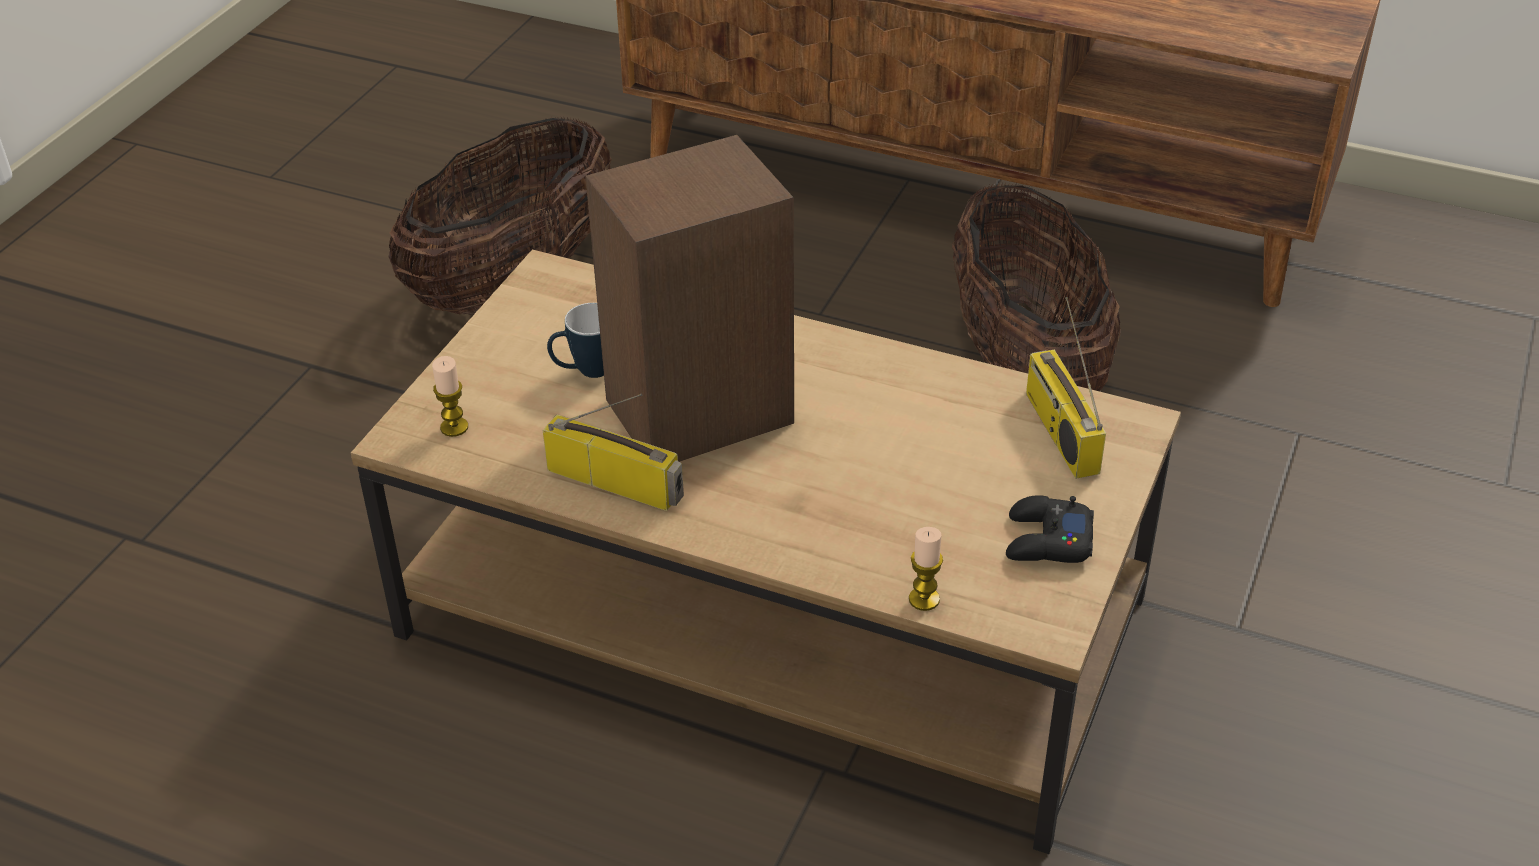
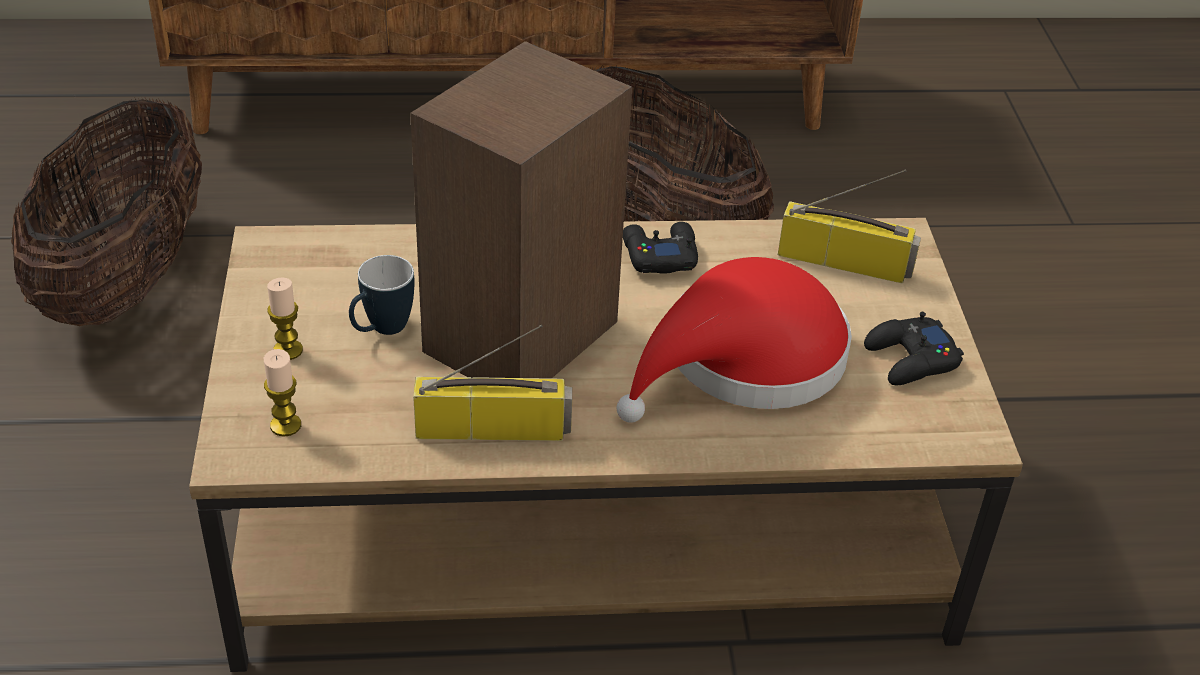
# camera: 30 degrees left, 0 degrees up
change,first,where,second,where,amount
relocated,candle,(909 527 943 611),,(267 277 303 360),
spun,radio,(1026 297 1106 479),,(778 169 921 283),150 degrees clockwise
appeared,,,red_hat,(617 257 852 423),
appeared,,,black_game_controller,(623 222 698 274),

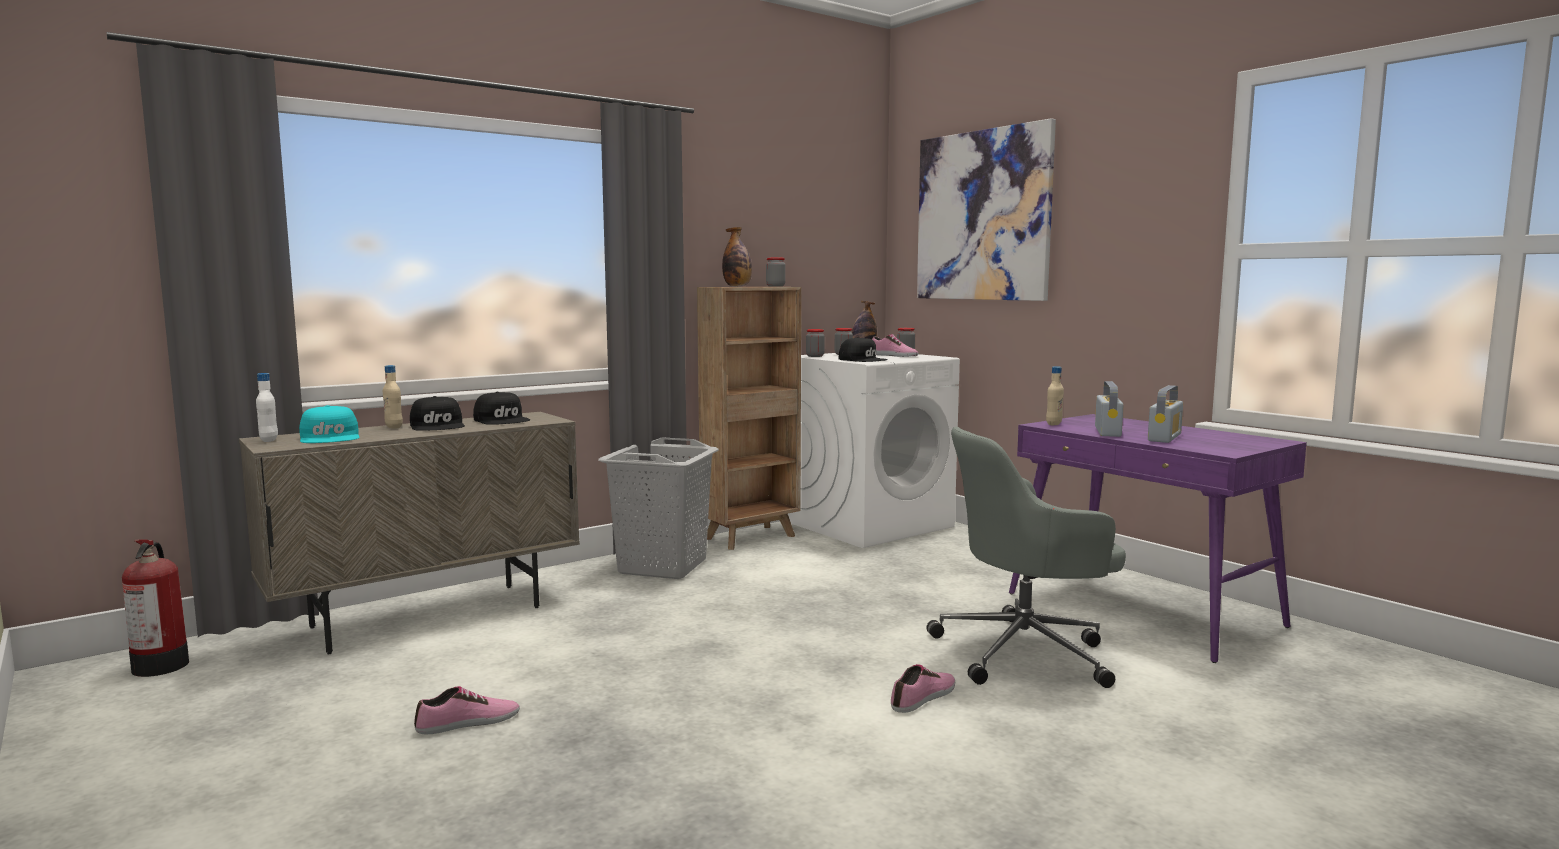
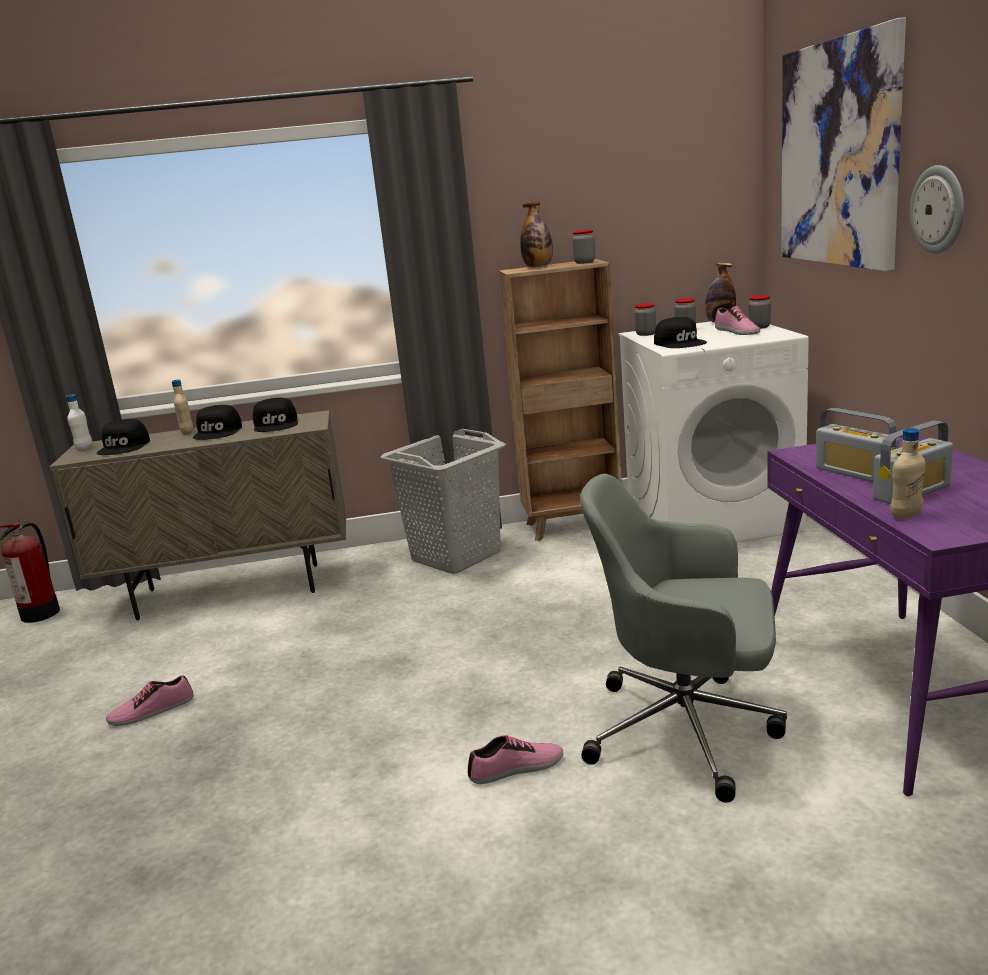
# camera: 30 degrees right, 10 degrees up
change,first,where,second,where,amount
colour,turquoise_cap,(299 405 359 443),black_cap,(97 419 150 455),
spun,shoe,(414 686 520 734),,(106 676 193 726),150 degrees clockwise
relocated,beige_bottle,(1046 366 1064 425),,(890 428 926 519),
spun,radio,(1095 381 1124 437),,(816 408 899 482),105 degrees clockwise
appeared,,,wall_clock,(910 165 964 253),

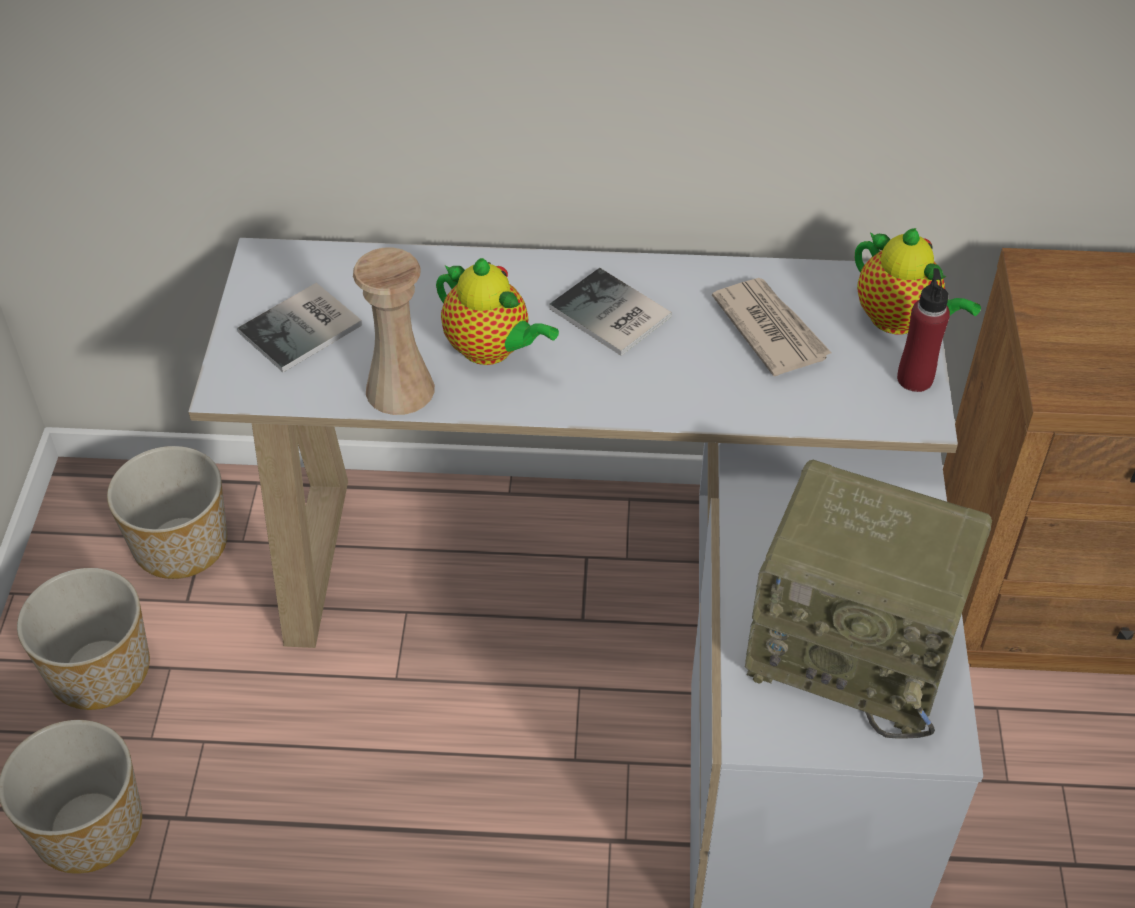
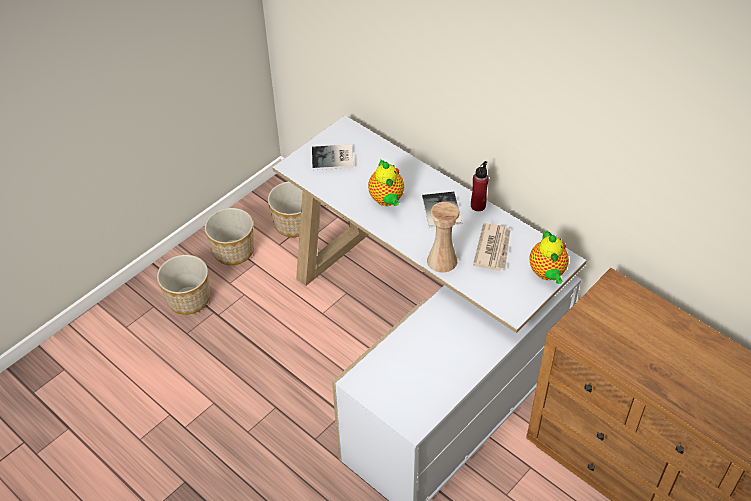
# camera: 40 degrees right, 0 degrees up
change,first,where,second,where,amount
relocated,beige_vase,(353 247 435 415),,(427 202 460 273),
missing,radio,(745 460 992 739),,,
relocated,red_bottle,(897 268 950 392),,(471 161 489 211),

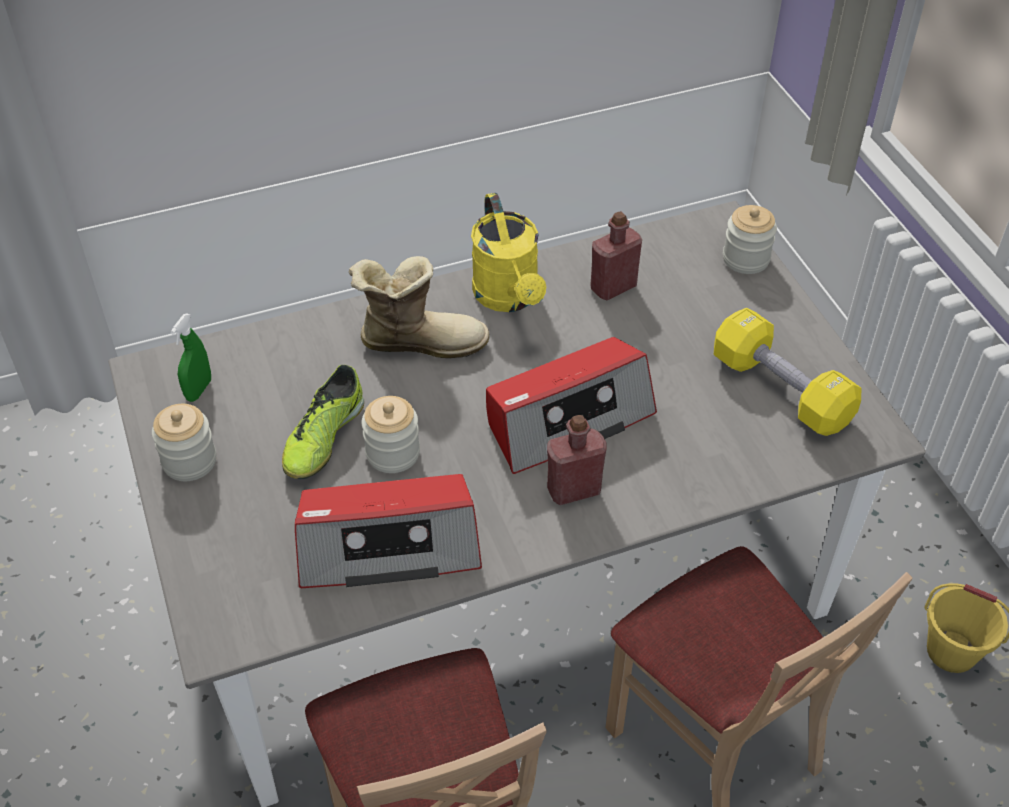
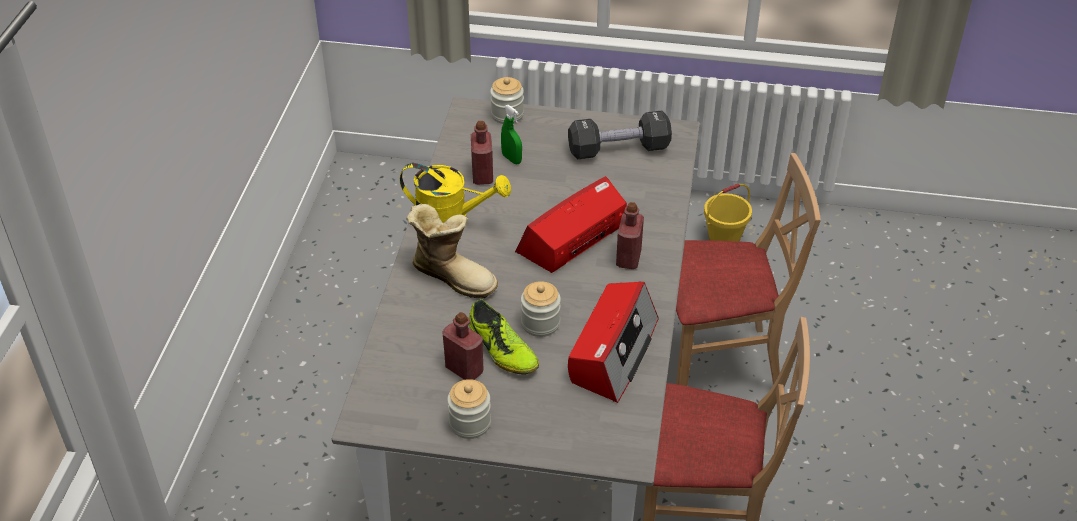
# camera: 60 degrees left, 5 degrees down
change,first,where,second,where,amount
relocated,green_spray_bottle,(170 313 211 402),,(501 105 522 164),
spun,boot,(349 256 489 358),,(406 204 498 298),90 degrees clockwise
spun,radio,(486 337 657 474),,(515 176 627 273),135 degrees counterclockwise
colour,yellow_dumbbell,(714 308 861 436),black_dumbbell,(568 111 672 159),
appeared,,,red_bottle,(443 312 484 380),

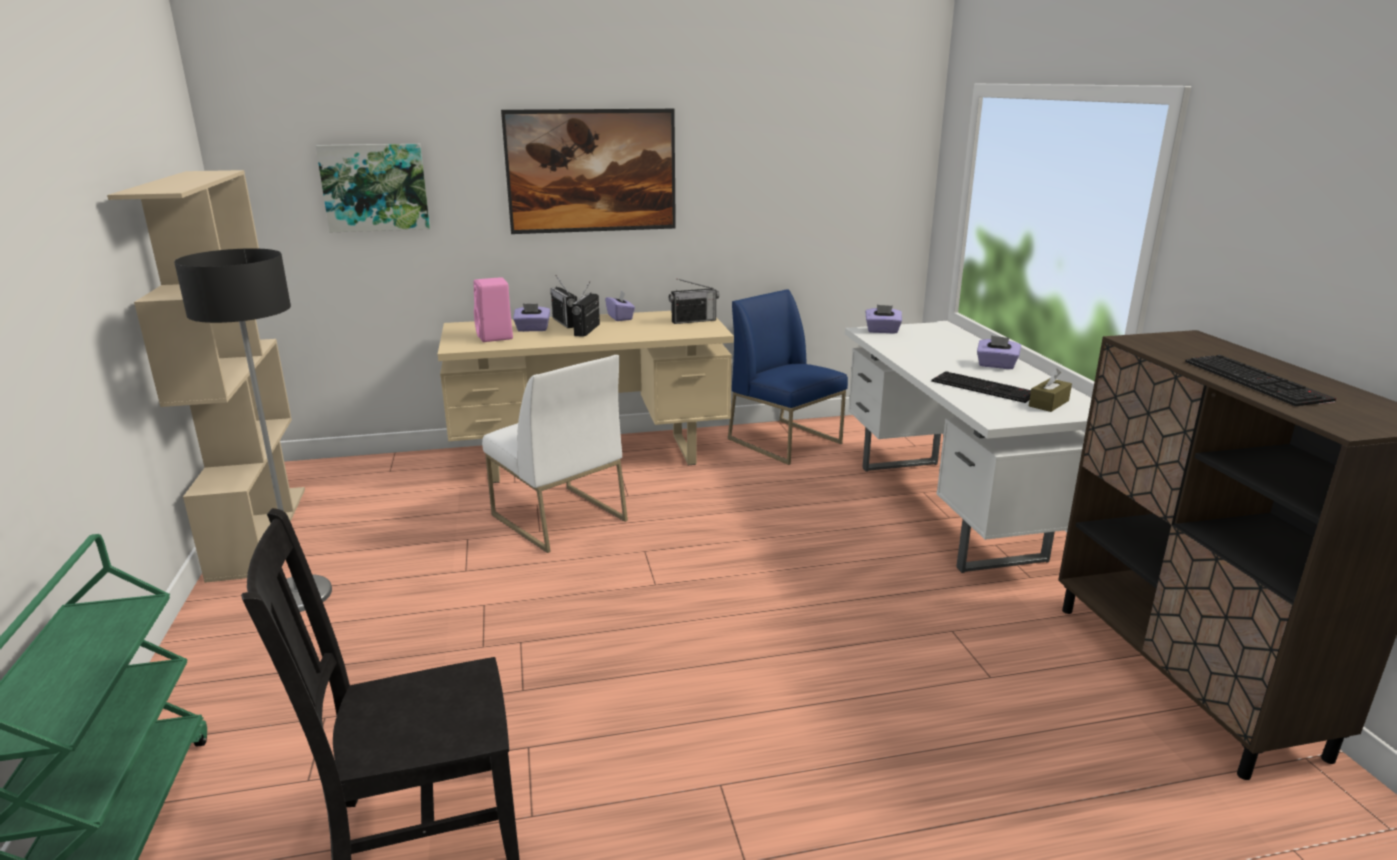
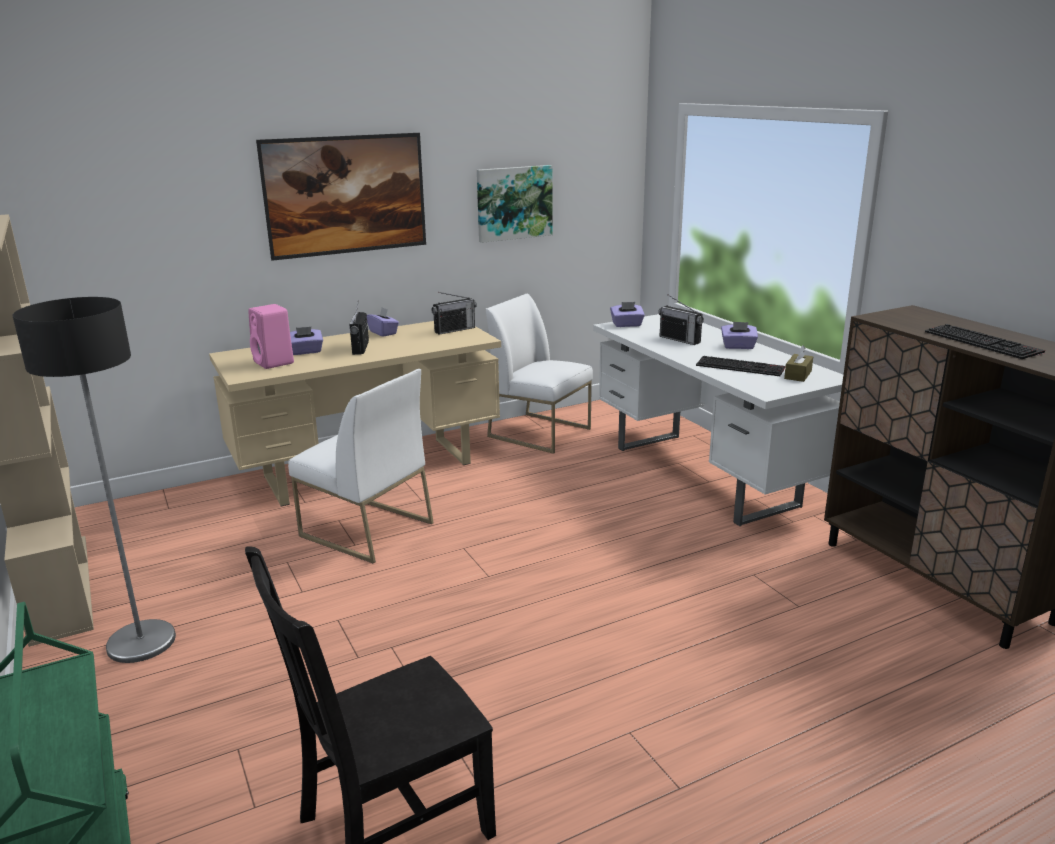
# camera: 15 degrees left, 0 degrees up
change,first,where,second,where,amount
relocated,picture,(316 144 430 232),,(477 165 553 243),
relocated,radio,(550 276 577 328),,(658 295 704 345),
colour,blue_chair,(728 289 848 465),white_chair,(486 294 593 454),

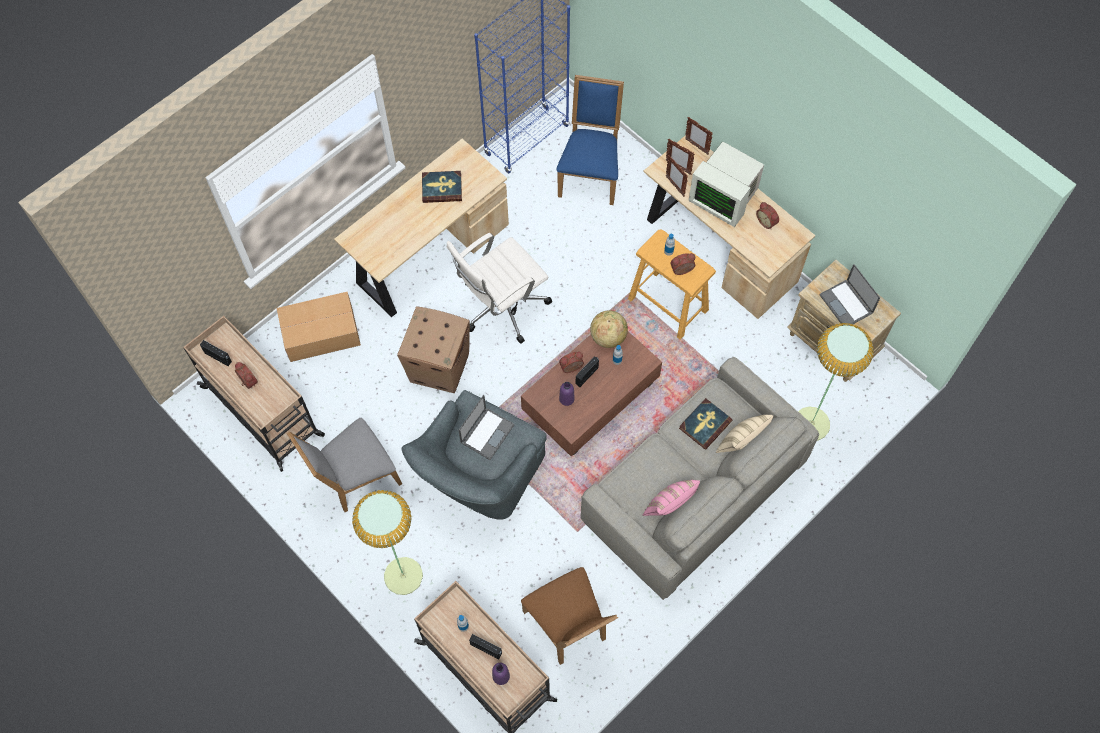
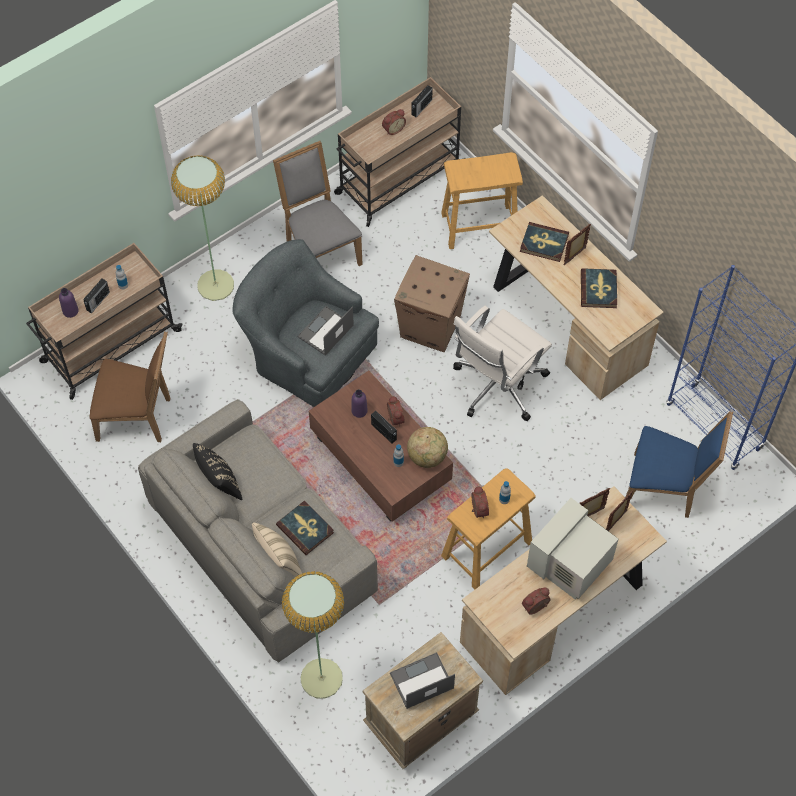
# camera: 95 degrees right, 5 degrees down
change,first,where,second,where,amount
exchanged,cardboard_box,(277 292 361 362),beige_stool,(441 152 523 249),
spun,white_office_chair,(447 233 552 343),,(453 306 552 421),105 degrees counterclockwise
spun,laptop,(458 395 515 460),,(298 306 354 356),90 degrees clockwise
spun,brown_chair,(521 567 618 665),,(90 331 170 442),150 degrees counterclockwise
colour,pink_pillow,(643 480 700 516),black_pillow,(193 443 242 500),
relocated,picture_frame,(685 117 713 155),,(563 224 591 265),
appeared,,,book,(520 222 569 262),

